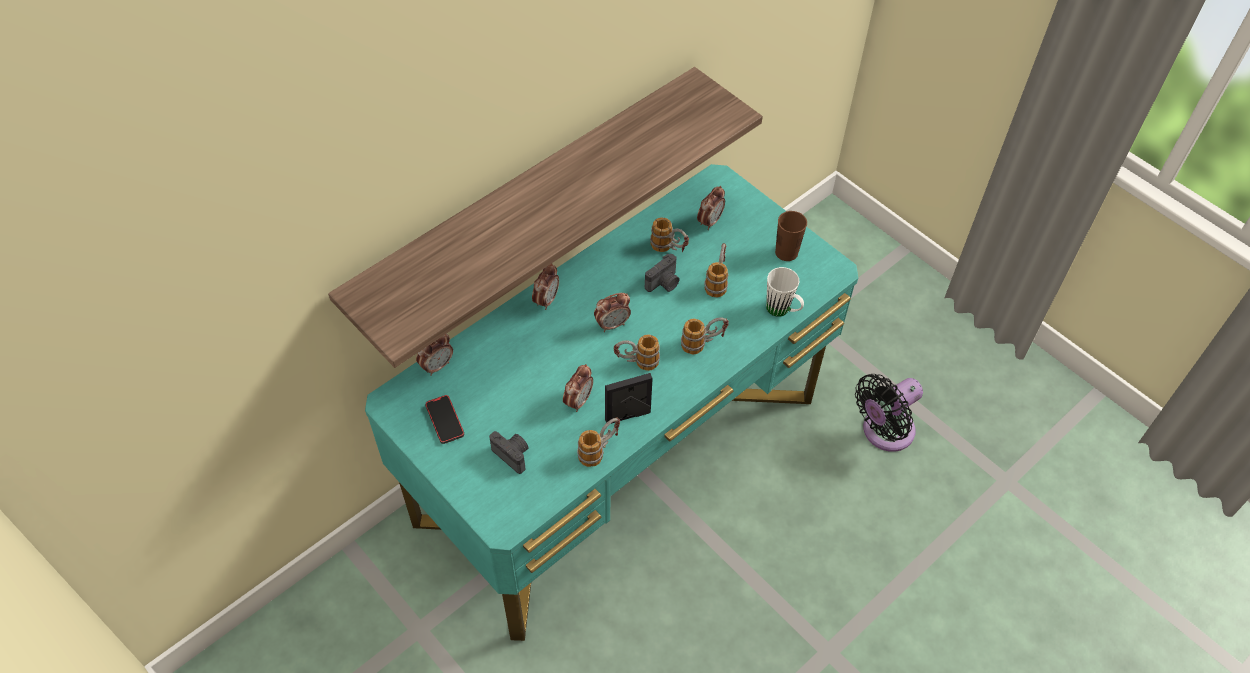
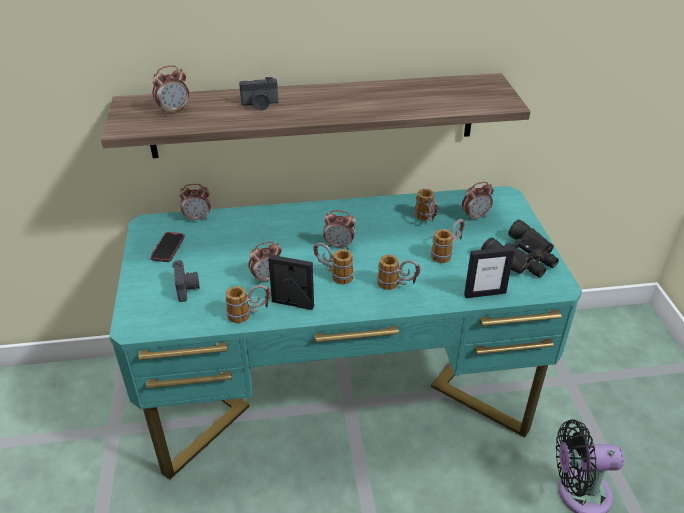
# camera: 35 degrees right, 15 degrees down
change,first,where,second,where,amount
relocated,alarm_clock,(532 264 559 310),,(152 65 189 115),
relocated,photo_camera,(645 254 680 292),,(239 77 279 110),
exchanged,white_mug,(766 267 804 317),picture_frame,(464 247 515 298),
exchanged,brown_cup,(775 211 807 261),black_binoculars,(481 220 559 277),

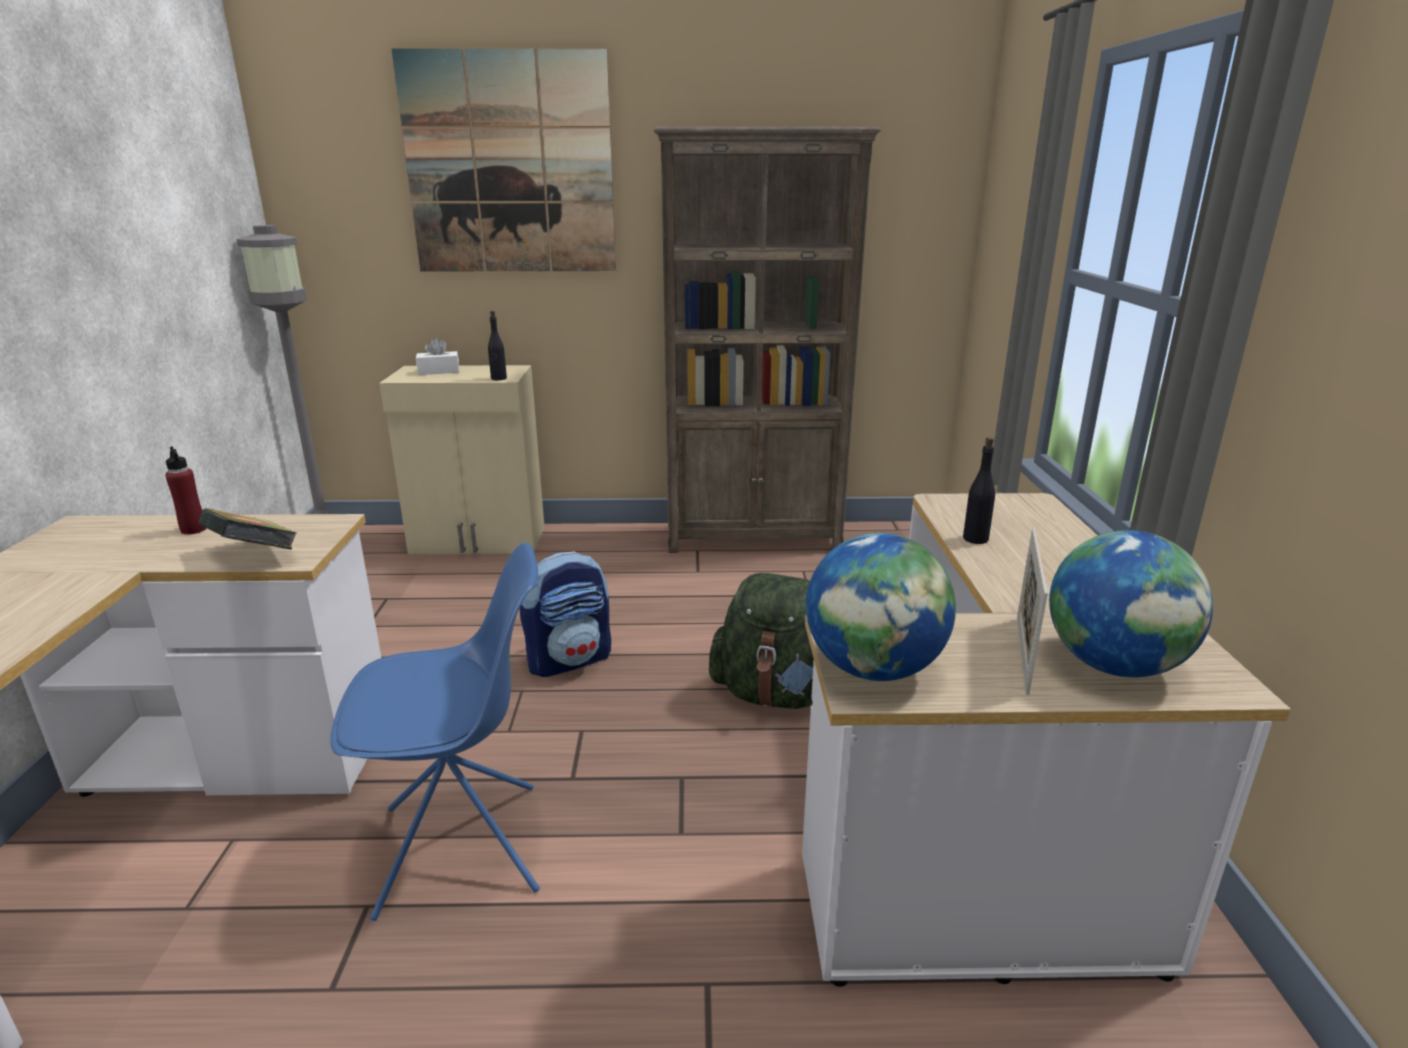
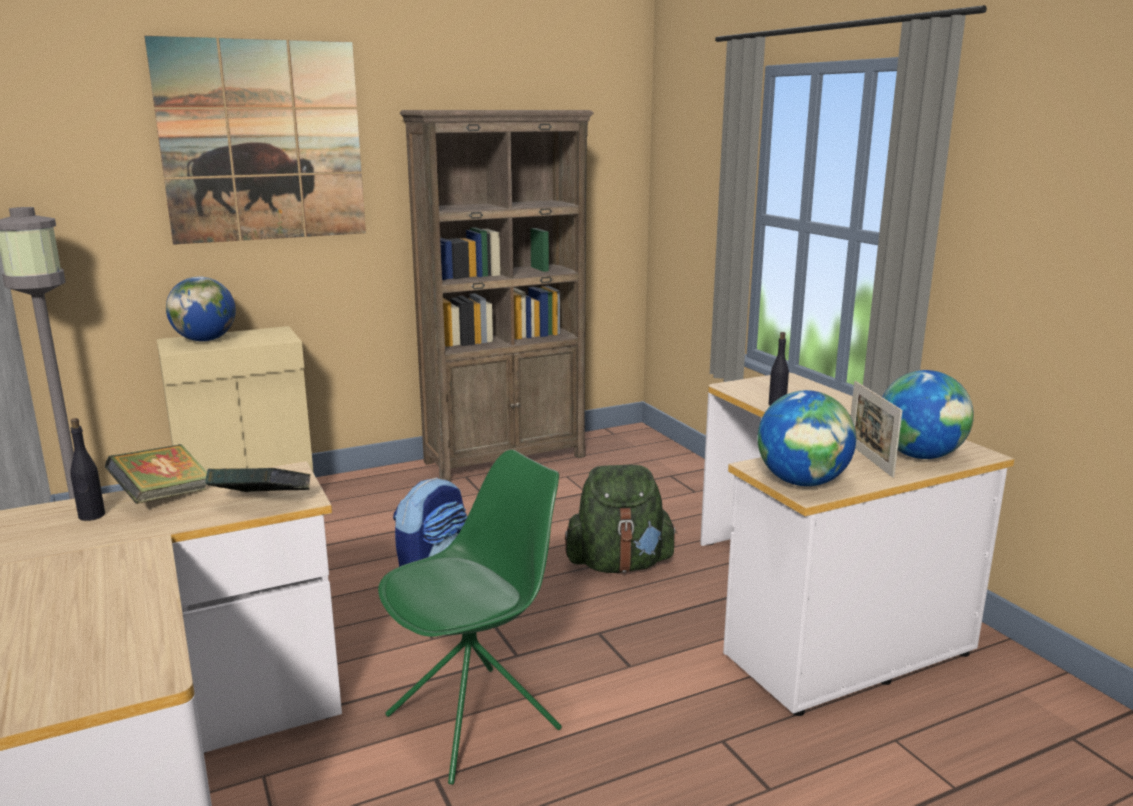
# camera: 25 degrees left, 5 degrees down
change,first,where,second,where,amount
exchanged,red_bottle,(166 446 207 535),book,(105 444 207 504),
colour,blue_chair,(331 543 540 921),green_chair,(378 450 562 784),
exchanged,white_tissue_box,(416 338 459 375),globe,(166 277 236 341),
relocated,black_bottle,(488 311 507 380),,(70 418 105 521),

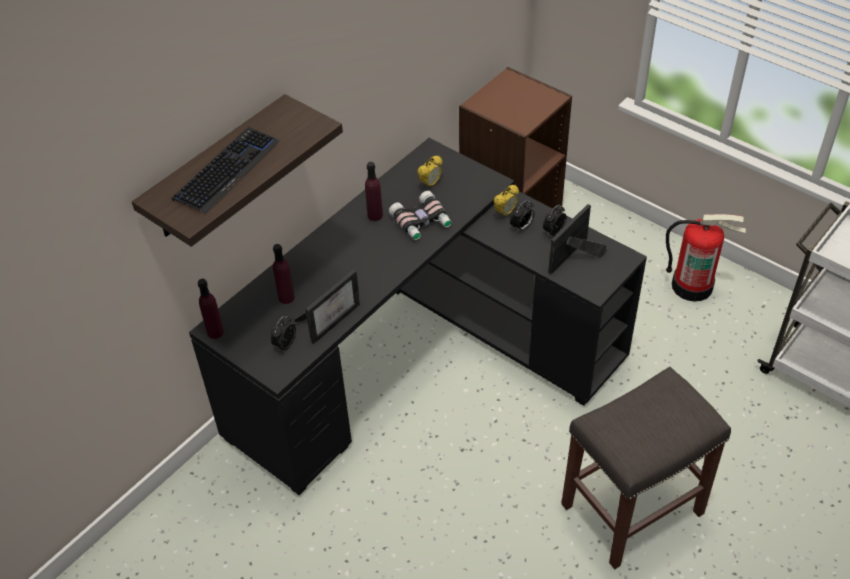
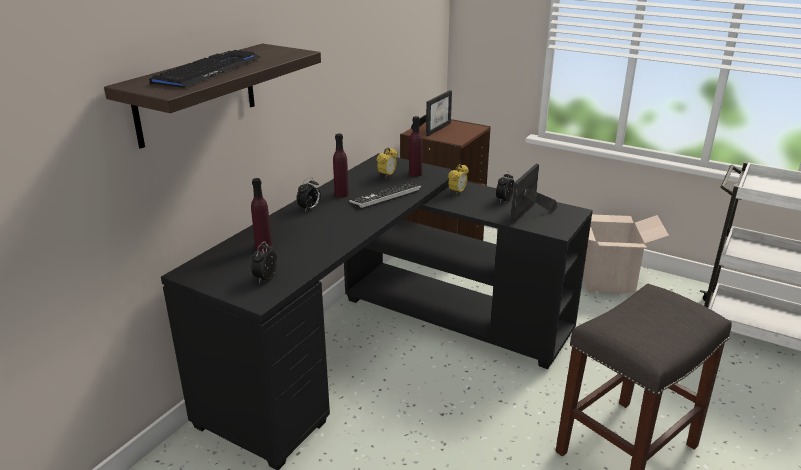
# camera: 10 degrees left, 20 degrees down
change,first,where,second,where,amount
relocated,purple_bottle,(198 279 224 339),,(409 116 423 177),
relocated,picture_frame,(294 269 360 344),,(411 90 452 136),
exchanged,binoculars,(389 191 452 240),keyboard,(349 183 421 208),
relocated,alarm_clock,(510 200 534 232),,(297 177 321 211),
exchanged,fire_extinguisher,(666 214 746 302),cardboard_box,(583 215 669 293),

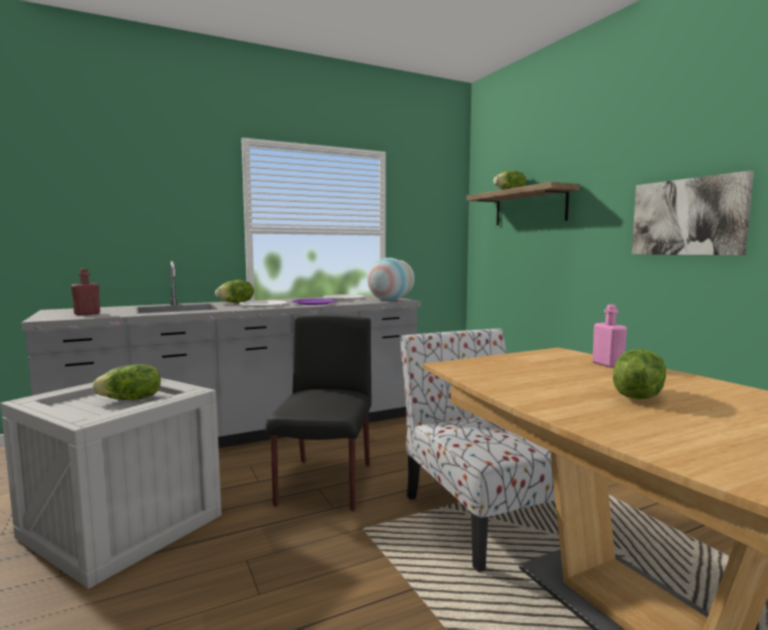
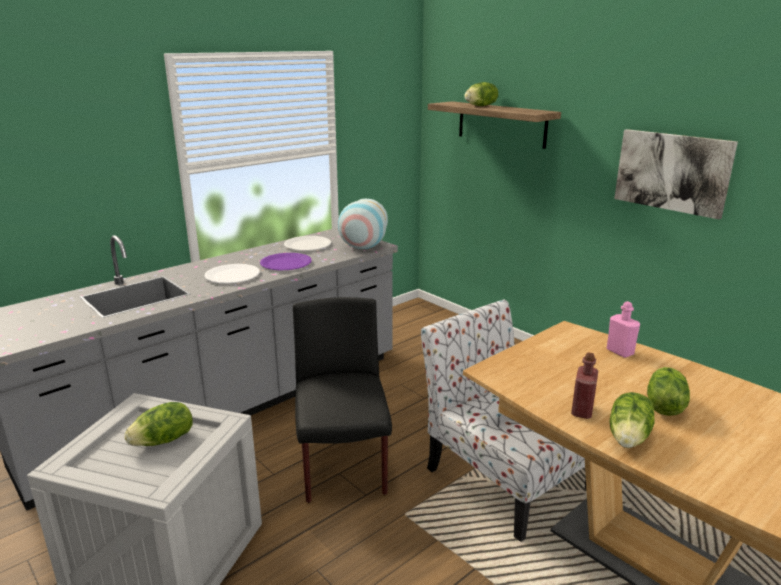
# camera: 15 degrees left, 15 degrees up
change,first,where,second,where,amount
relocated,red_bottle,(71 269 100 316),,(571 352 598 419),
relocated,lettuce,(215 280 254 303),,(610 392 654 448),

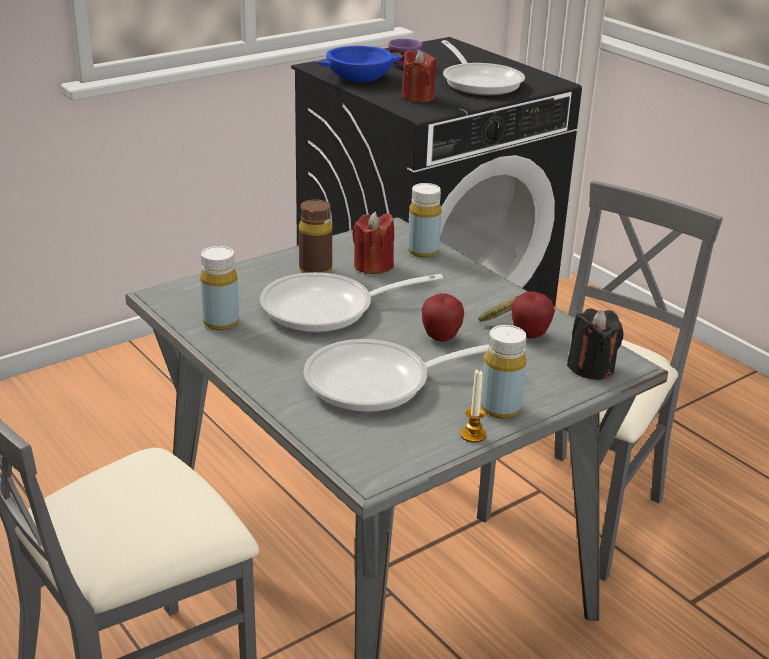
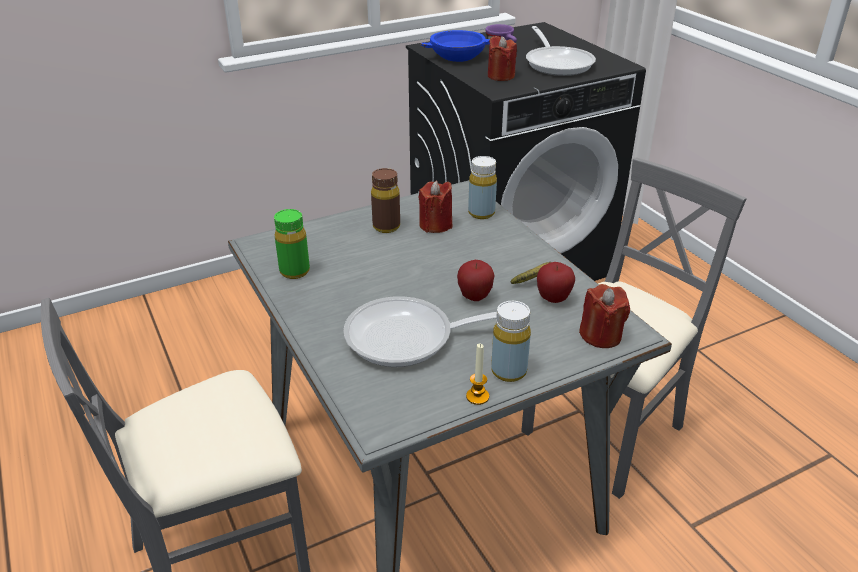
# camera: 10 degrees right, 5 degrees up
change,first,where,second,where,amount
colour,yellow_bottle,(200 246 239 330),green_bottle,(274 209 310 279),
missing,frying_pan,(260 272 443 333),,,
colour,black_candle,(567 309 623 380),red_candle,(579 284 630 348),

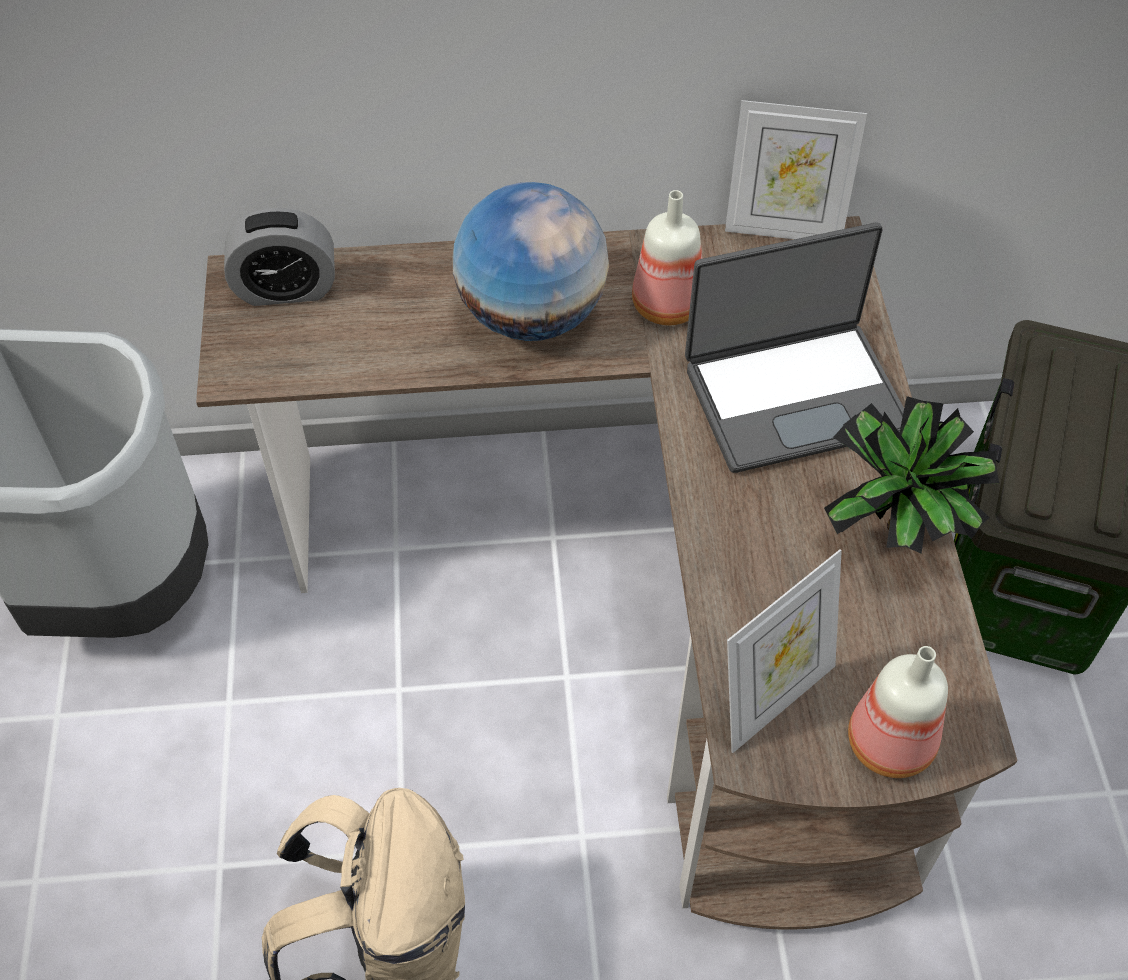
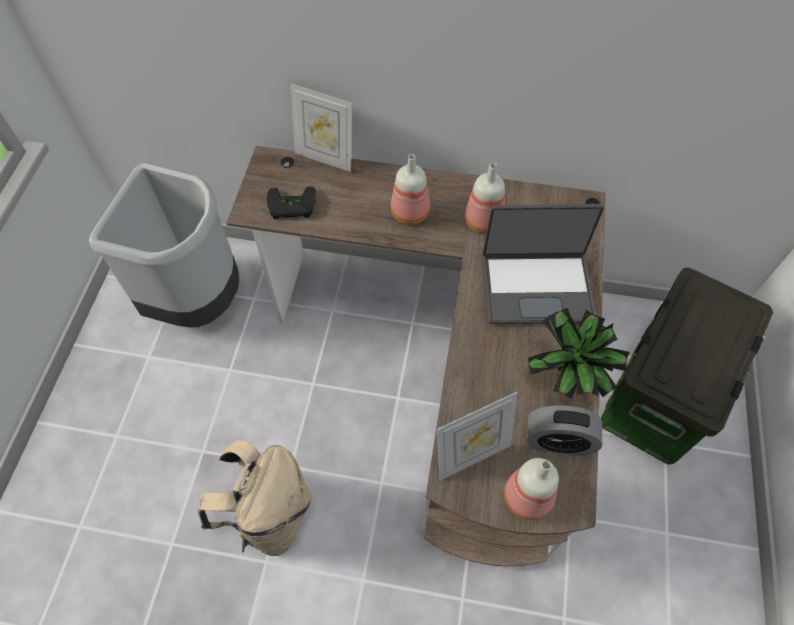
# camera: 15 degrees right, 5 degrees up
change,first,where,second,where,amount
relocated,alarm_clock,(224 208 335 306),,(527 405 602 456),
exchanged,globe,(452 182 609 341),bottle,(391 154 430 225),
relocated,picture_frame,(725 100 867 239),,(291 84 352 172),
appeared,,,black_game_controller,(267 186 316 219),

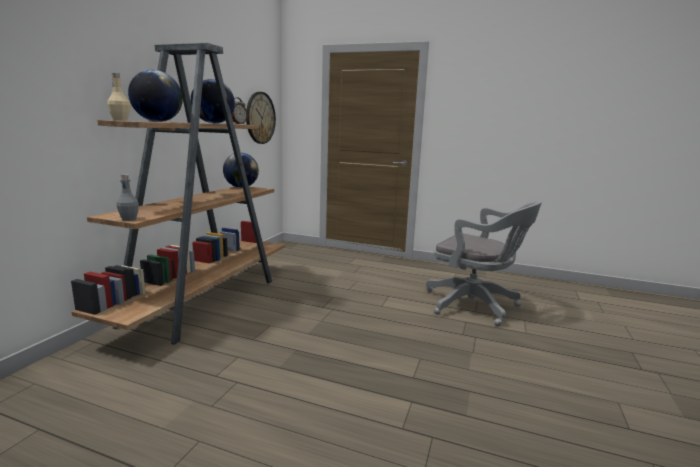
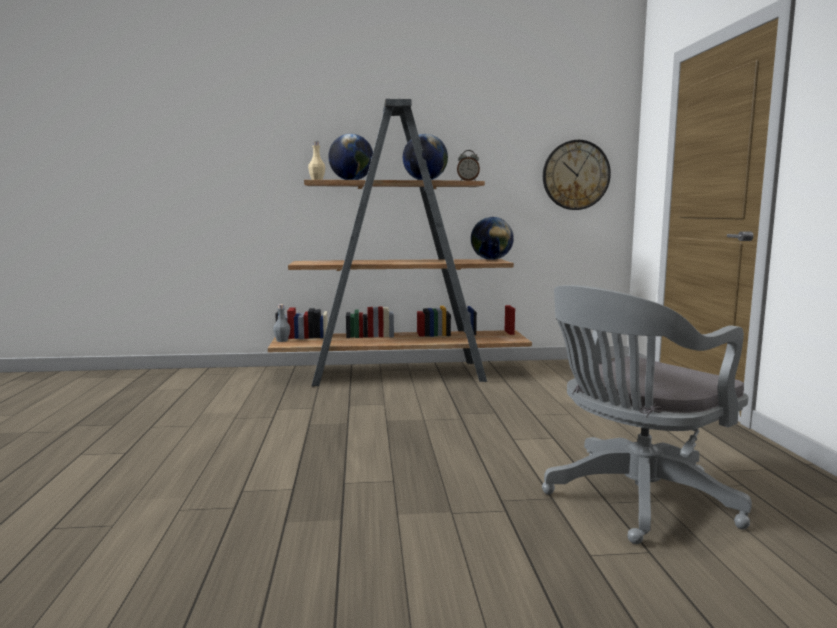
# camera: 65 degrees right, 5 degrees down
change,first,where,second,where,amount
relocated,grey_bottle,(117 174 139 221),,(273 304 290 342),
spun,grey_office_chair,(426 201 542 326),,(542 285 752 544),45 degrees clockwise

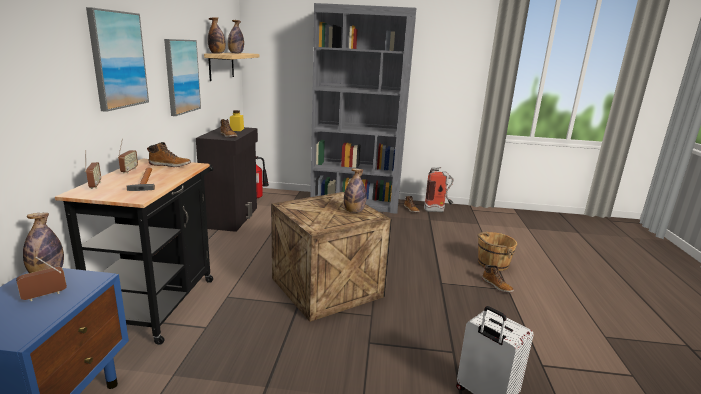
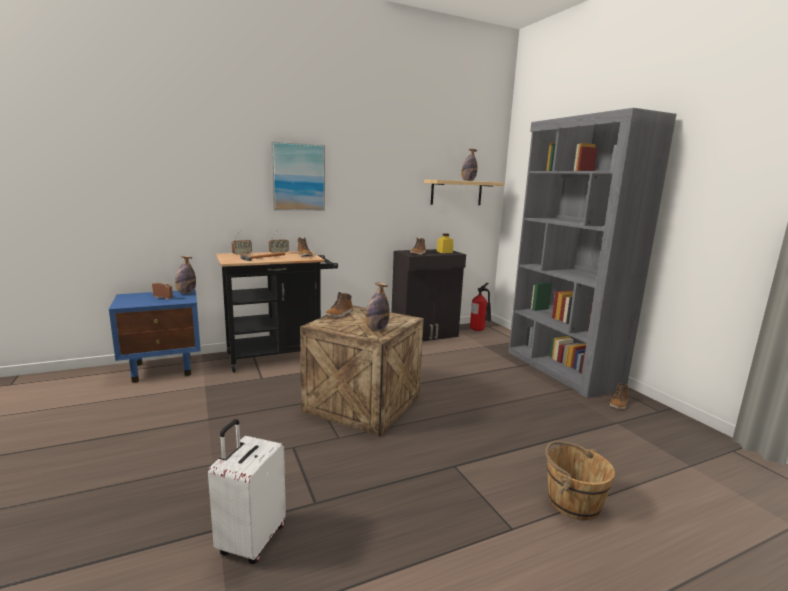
# camera: 60 degrees right, 5 degrees down
change,first,where,second,where,amount
missing,picture,(164 39 201 116),,,
missing,bottle,(208 17 226 54),,,
missing,fire_extinguisher,(424 167 453 212),,,
relocated,boot,(482 265 514 293),,(325 292 353 318),

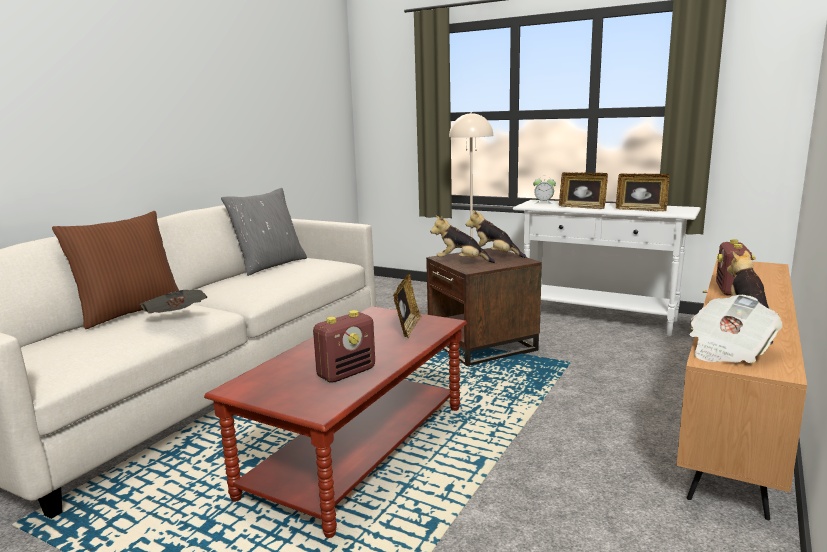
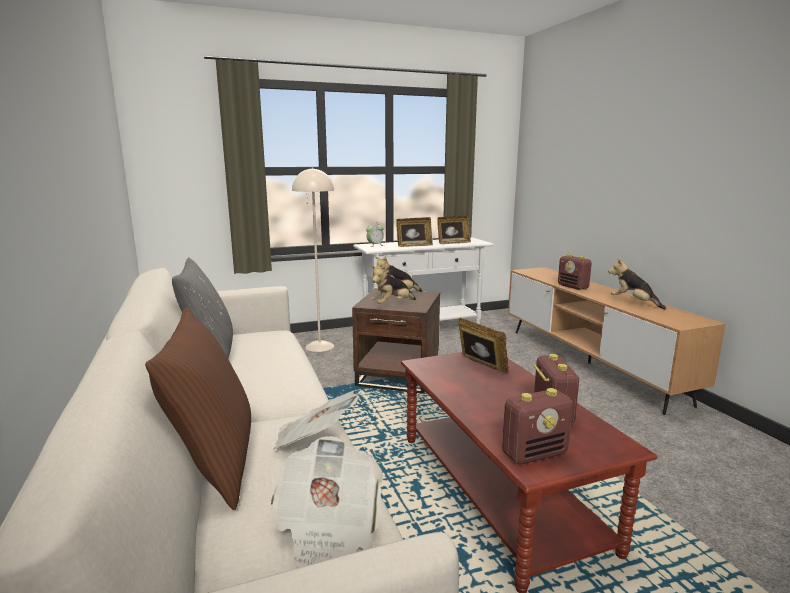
# camera: 50 degrees left, 0 degrees up
change,first,where,second,where,amount
relocated,newspaper,(689 295 783 363),,(271 436 383 568),
appeared,,,radio,(502 388 573 465),

